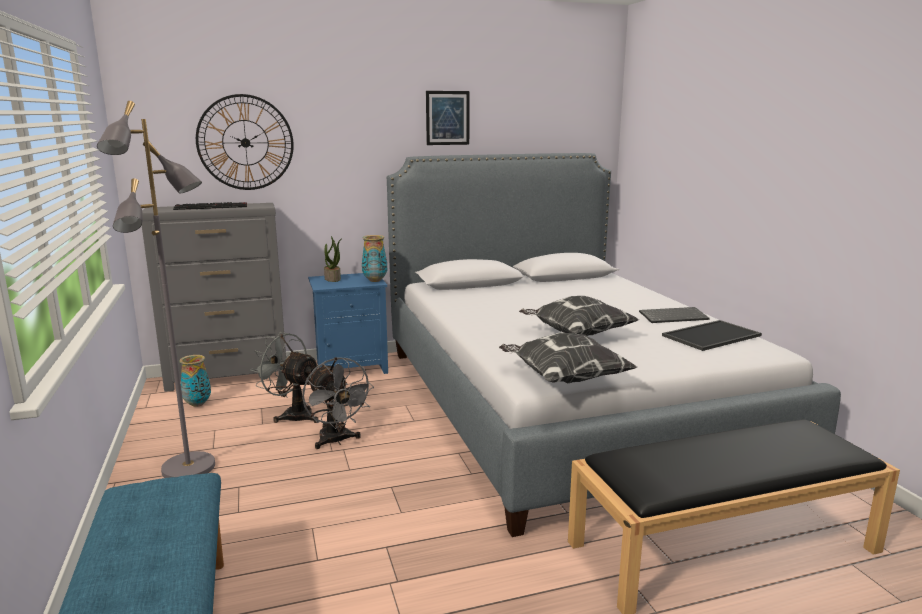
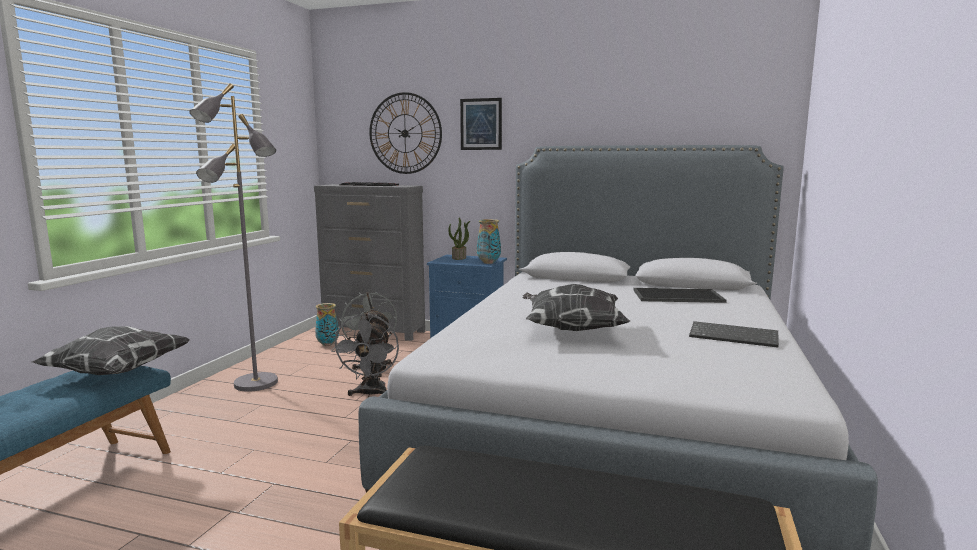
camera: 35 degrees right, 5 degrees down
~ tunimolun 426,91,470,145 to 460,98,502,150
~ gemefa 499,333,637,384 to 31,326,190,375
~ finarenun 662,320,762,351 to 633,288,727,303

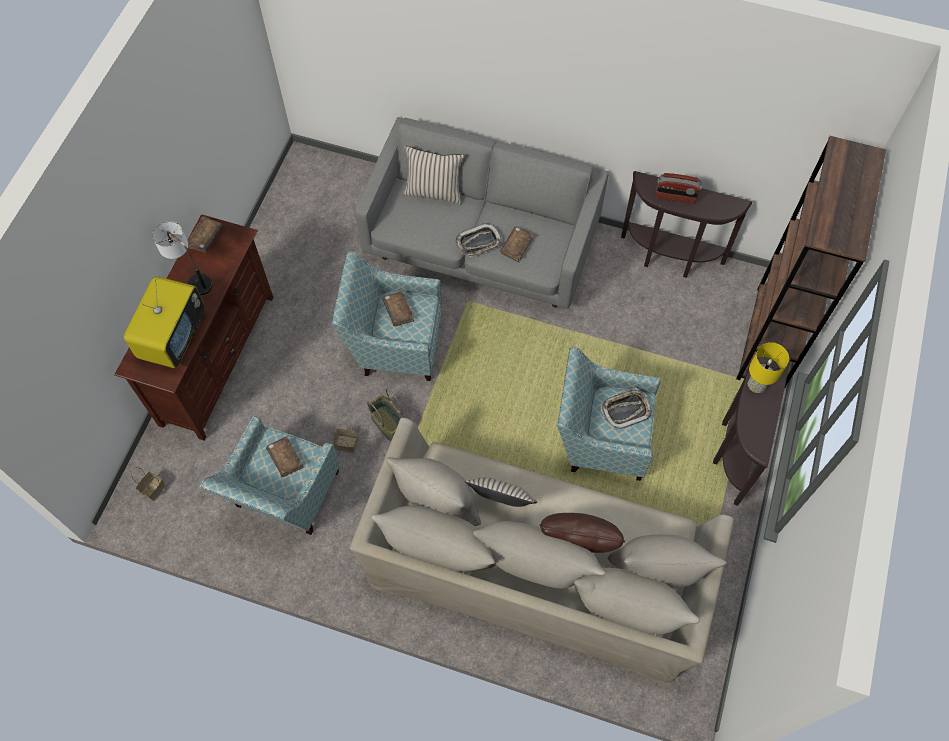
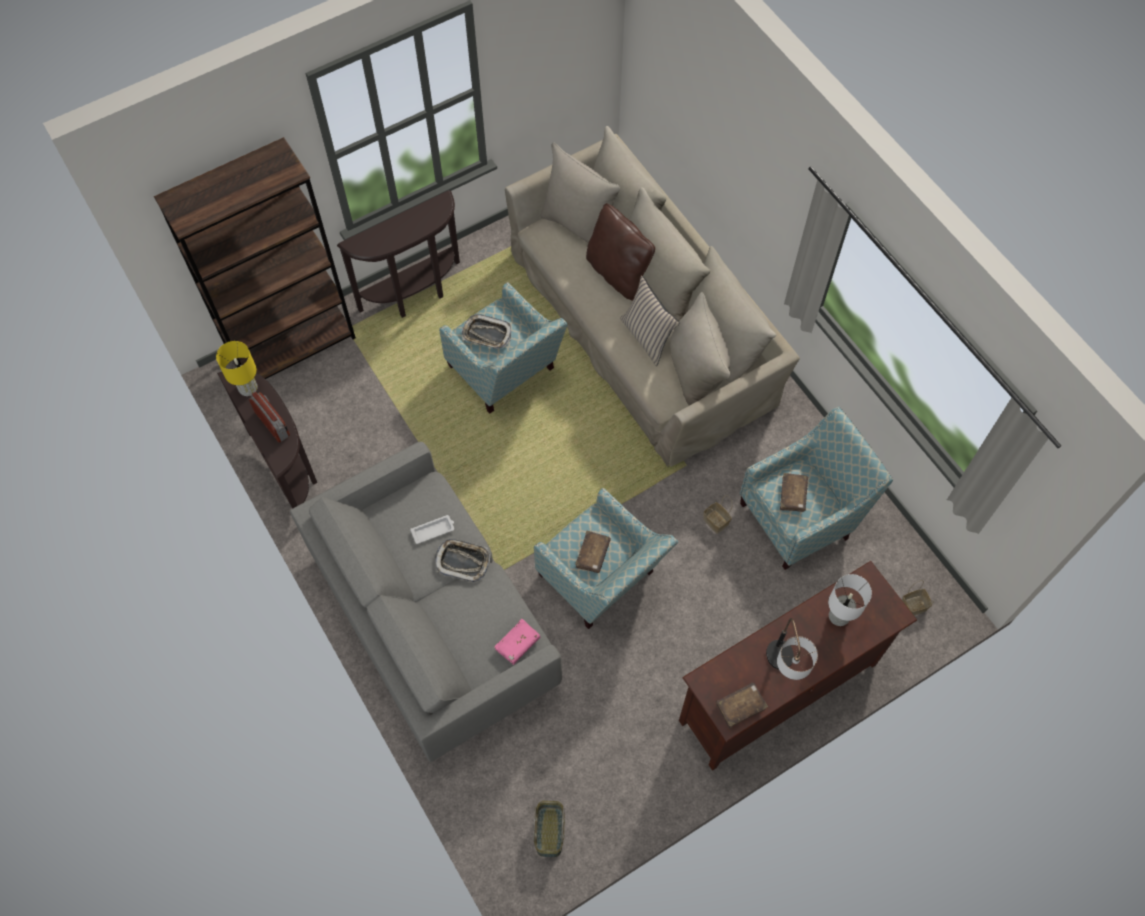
camera: 140 degrees left, 0 degrees up
~ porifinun 124,277,205,368 to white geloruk 828,574,872,626
~ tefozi 367,389,404,441 to 533,801,565,857
- beige gemefa 403,146,465,205
~ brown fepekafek 500,227,533,262 to white finarenun 410,515,454,544
~ yellow geloruk 748,342,789,393 to 216,341,258,396
+ pink fepekafek 494,619,540,665

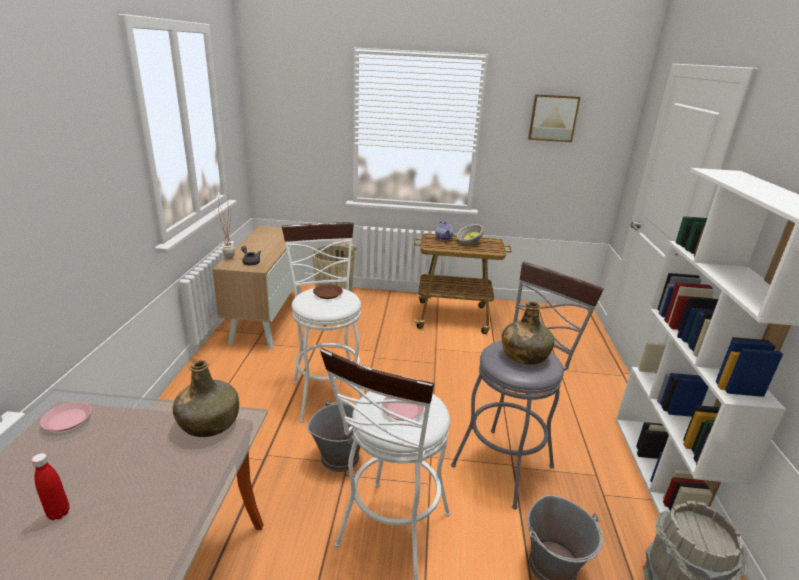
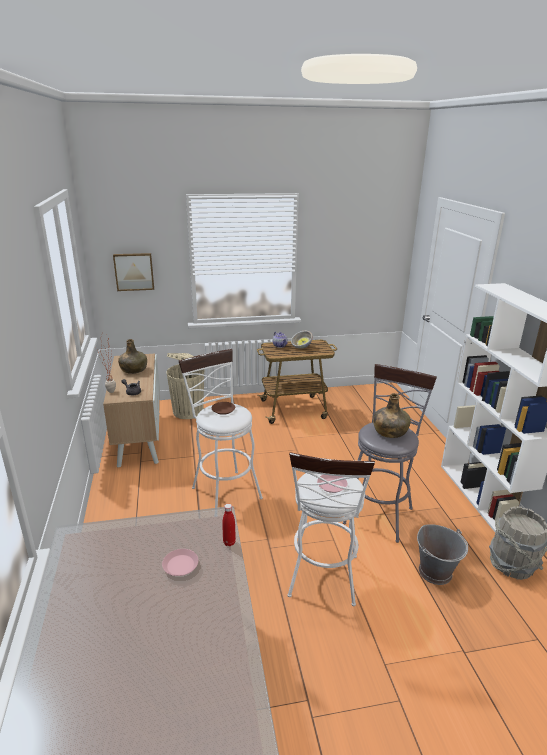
camera: 15 degrees left, 0 degrees up
~ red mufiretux 31,453,69,520 to 222,504,236,546
~ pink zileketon 40,402,92,431 to 162,549,198,576
~ green mufiretux 173,360,239,437 to 118,339,147,374
- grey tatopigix 307,400,360,472
~ tunimolun 528,94,580,142 to 113,253,154,291

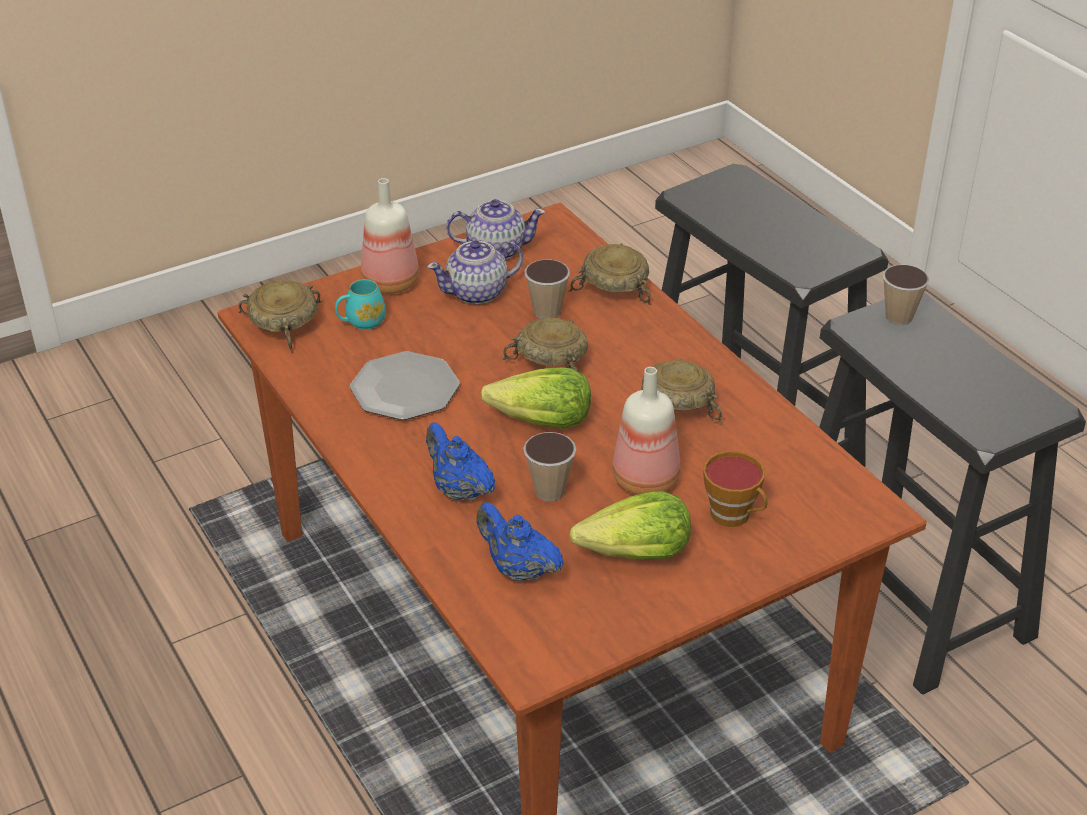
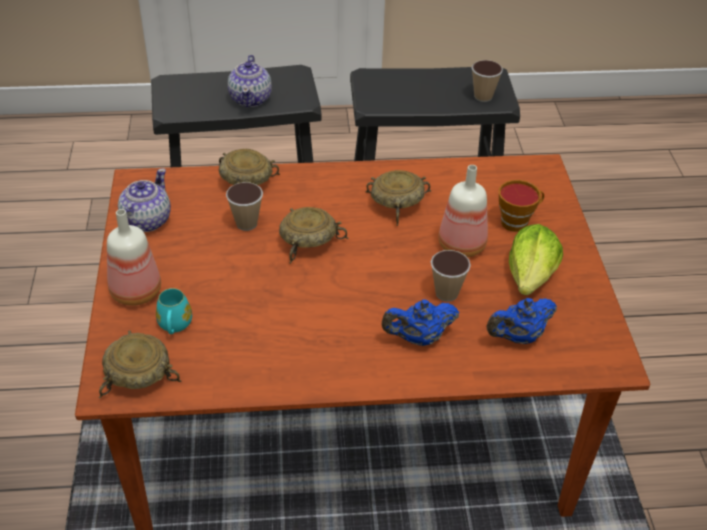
camera: 65 degrees left, 5 degrees up
- zileketon 350,351,460,420
~ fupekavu 427,240,523,305 to 228,55,272,107
- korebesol 481,367,591,429
~ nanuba 883,264,929,325 to 472,60,503,102

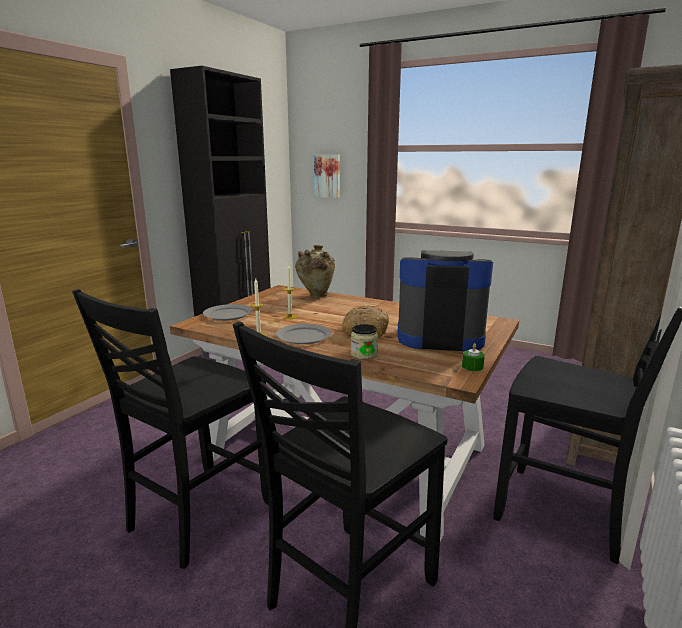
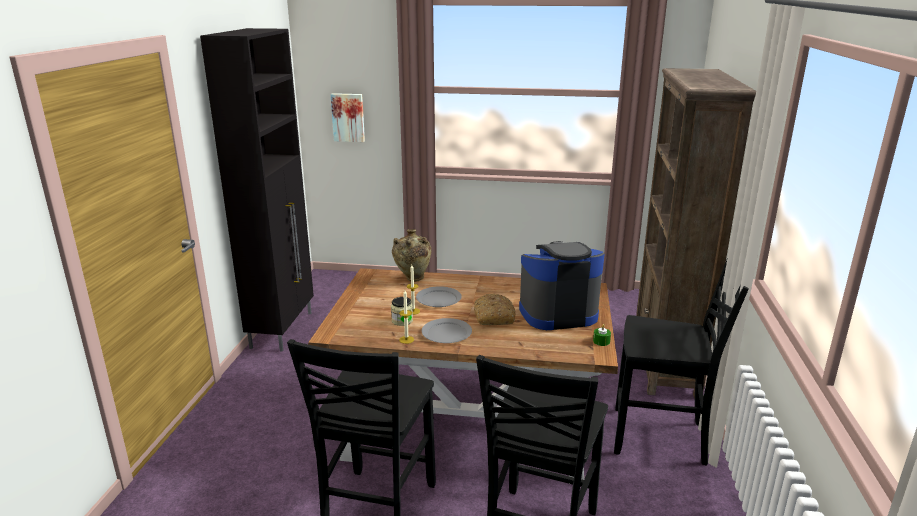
camera: 20 degrees left, 5 degrees up
~ grey zileketon 203,304,253,321 to 416,286,462,307
~ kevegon 351,324,378,359 to 391,297,413,326

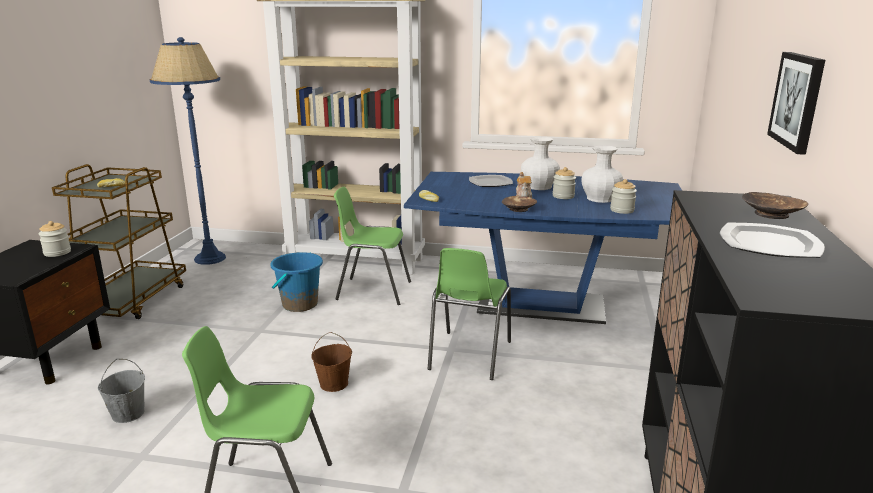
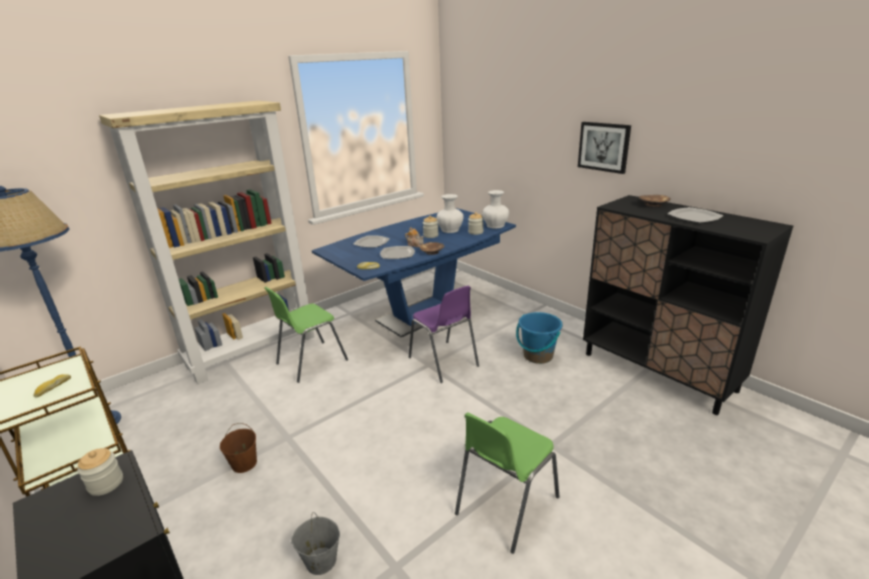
camera: 50 degrees left, 5 degrees up
~ blue tatopigix 270,252,323,312 to 516,312,563,364
~ brown tatopigix 311,332,352,392 to 220,423,257,473
~ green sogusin 428,248,511,380 to purple sogusin 409,286,479,383
~ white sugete 521,137,560,190 to 482,190,509,228
+ zileketon 380,246,415,259

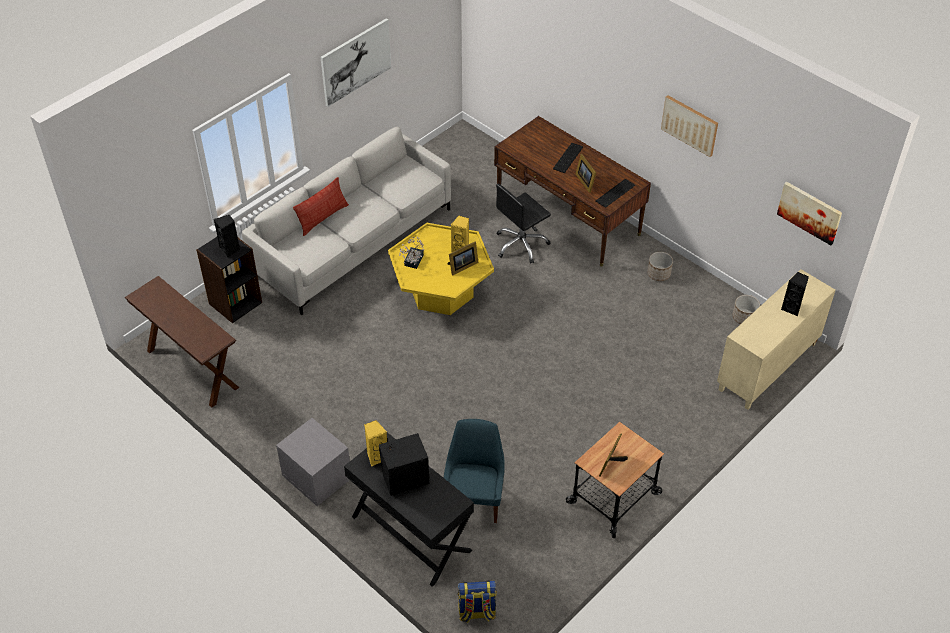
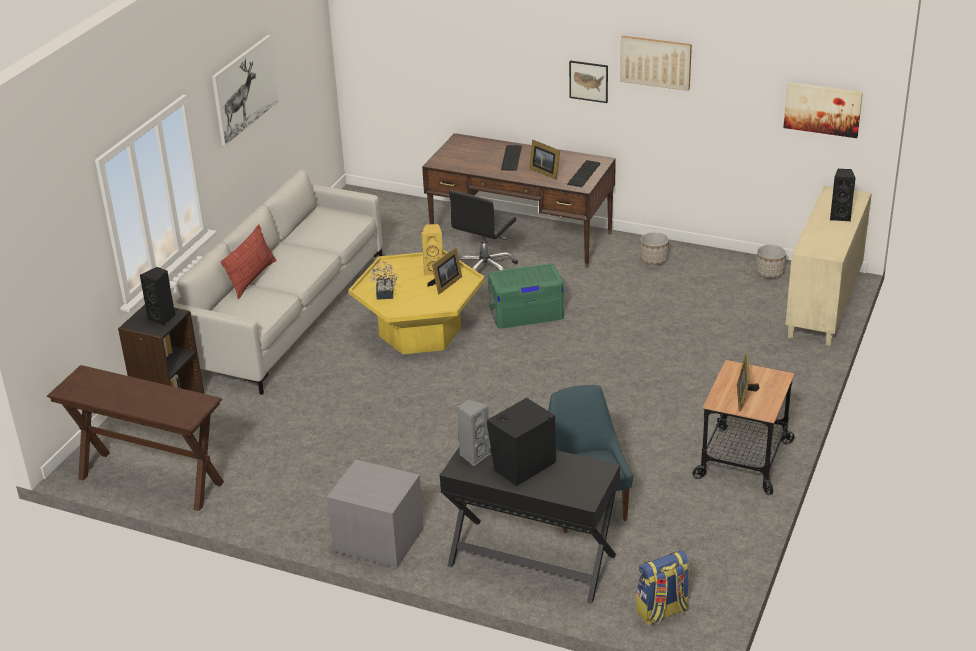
camera: 20 degrees left, 15 degrees down
~ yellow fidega 364,420,387,467 to grey fidega 457,398,491,466
+ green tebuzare 488,263,564,329
+ tunimolun 569,61,608,103

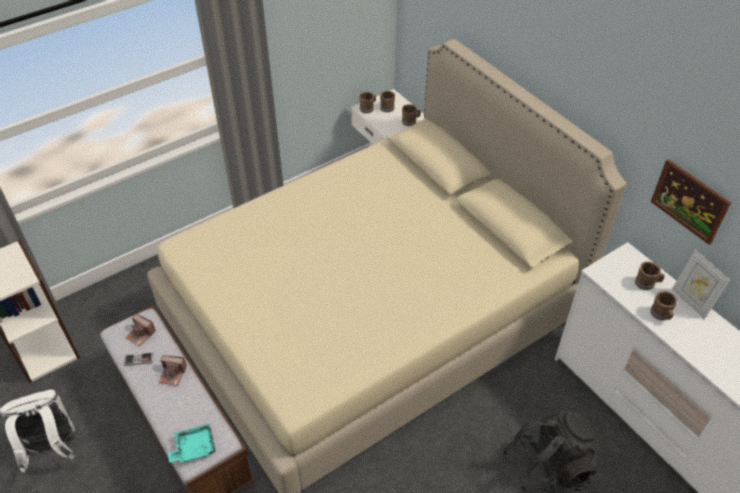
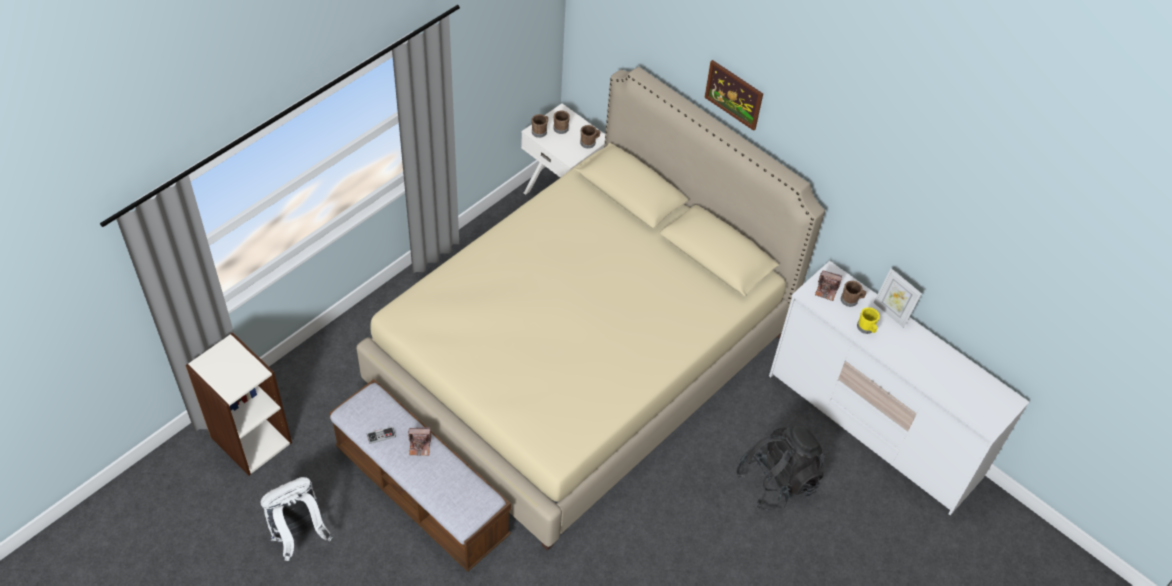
camera: 15 degrees left, 5 degrees up
~ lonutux 125,314,156,346 to 815,270,842,301
- turquoise finarenun 168,423,216,463
~ tunimolun 650,159,731,245 to 704,60,763,131
~ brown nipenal 650,291,677,321 to yellow nipenal 857,307,880,334

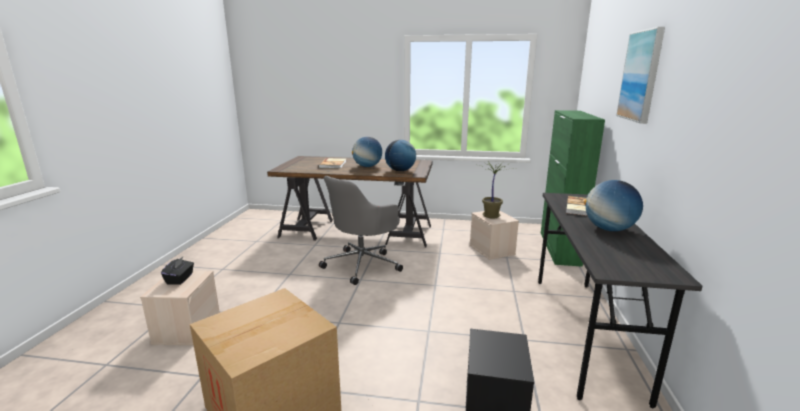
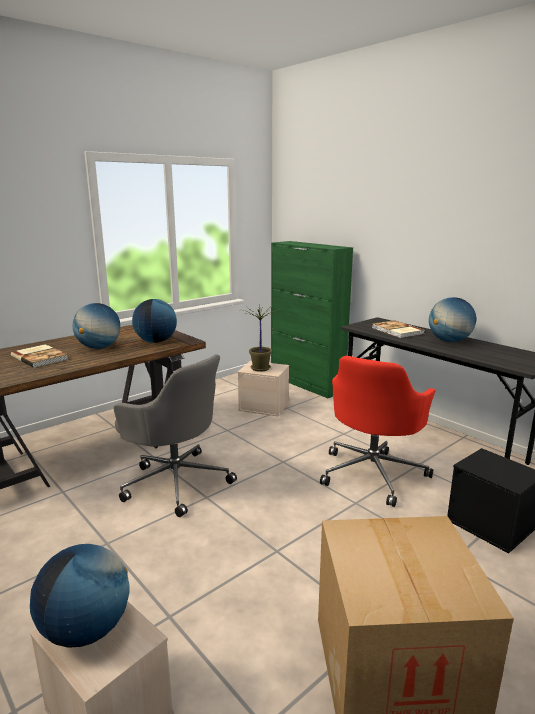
camera: 50 degrees left, 0 degrees up
~ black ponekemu 161,257,194,285 to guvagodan 30,544,130,647
~ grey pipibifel 319,176,403,285 = 114,354,237,517 45 degrees counterclockwise
- tunimolun 616,27,665,124
+ red pipibifel 320,356,436,507

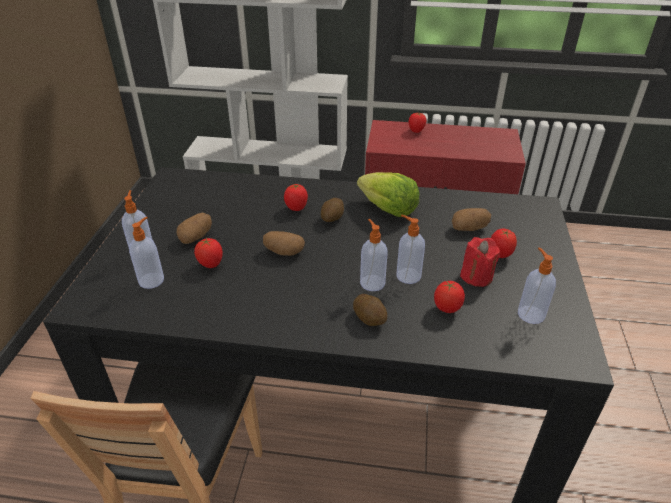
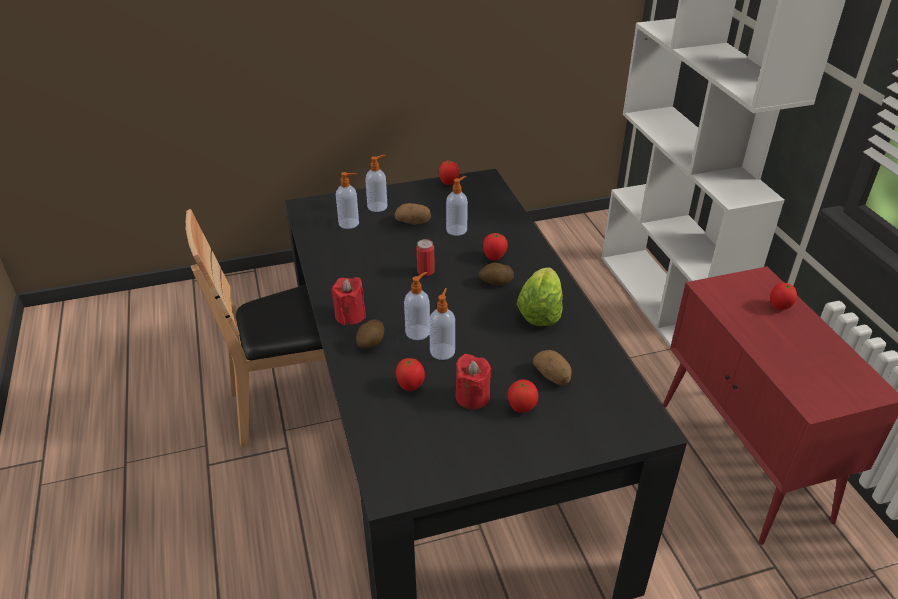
camera: 65 degrees right, 0 degrees up
~ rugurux 194,238,223,268 to 439,161,459,185
~ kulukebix 263,231,305,256 to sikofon 416,239,435,276
~ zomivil 518,247,556,324 to 446,176,468,236
+ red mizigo 331,277,366,325

